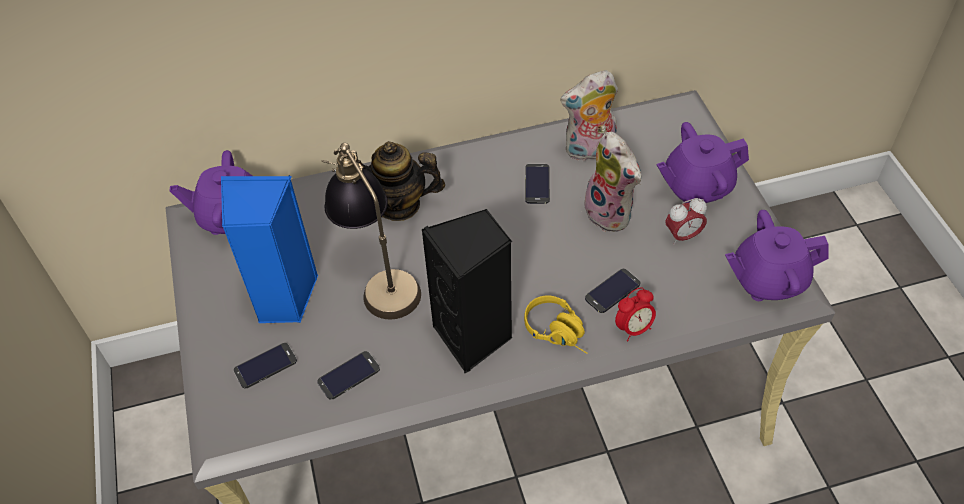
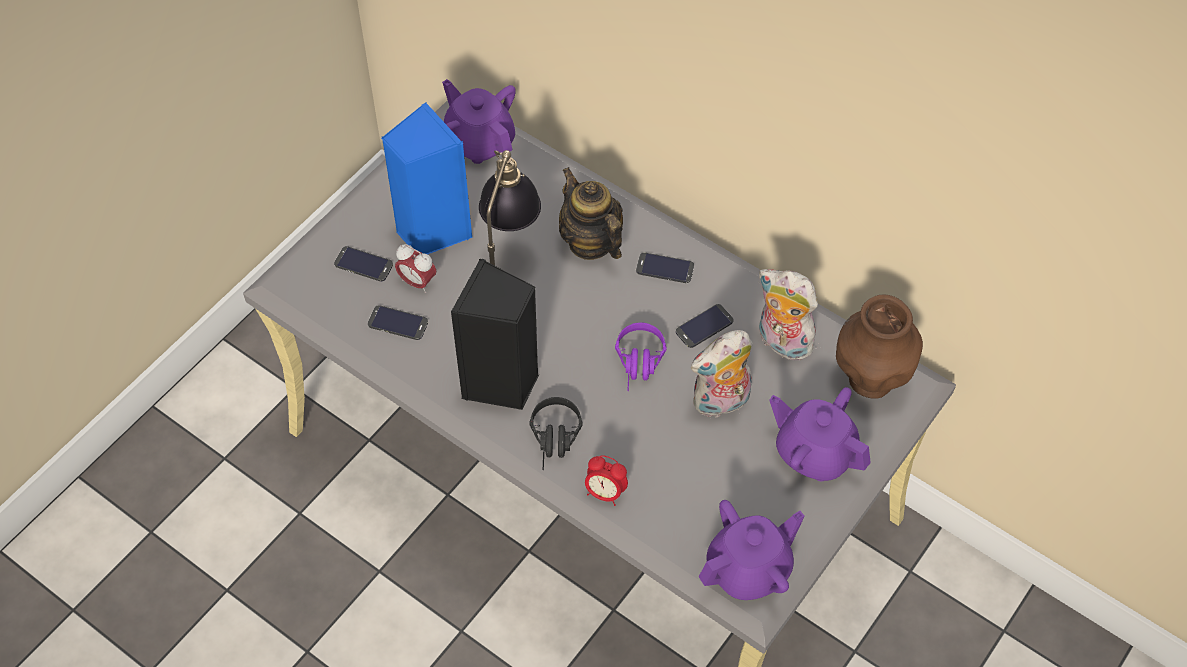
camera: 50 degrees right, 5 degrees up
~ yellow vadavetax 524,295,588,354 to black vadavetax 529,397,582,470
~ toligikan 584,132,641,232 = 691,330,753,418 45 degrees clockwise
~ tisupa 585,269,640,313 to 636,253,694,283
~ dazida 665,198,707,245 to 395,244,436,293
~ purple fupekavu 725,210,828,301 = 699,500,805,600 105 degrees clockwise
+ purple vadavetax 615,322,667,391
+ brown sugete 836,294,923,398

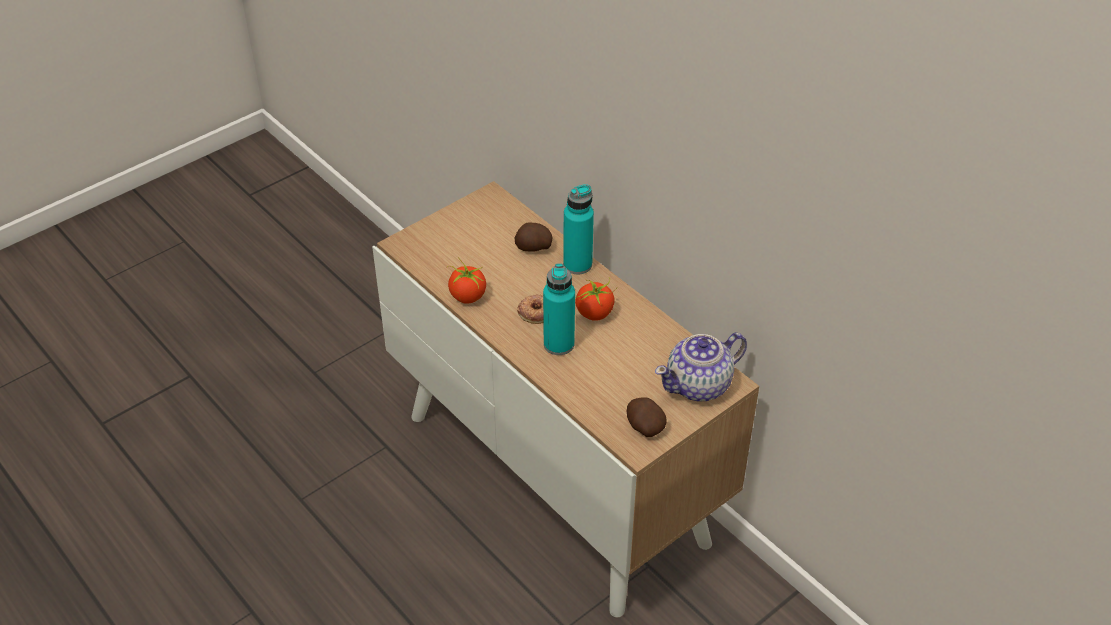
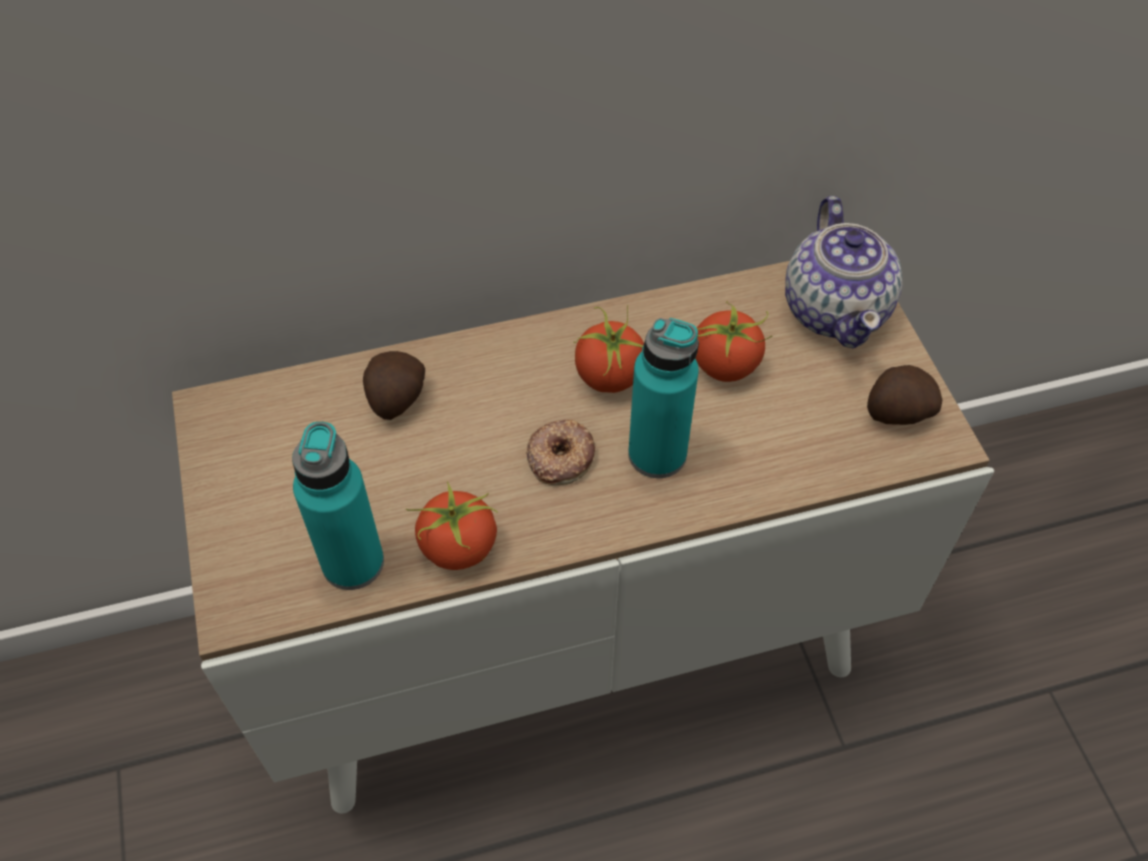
camera: 65 degrees left, 10 degrees up
~ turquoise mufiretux 563,184,594,274 to 292,422,384,590
+ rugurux 695,301,772,382

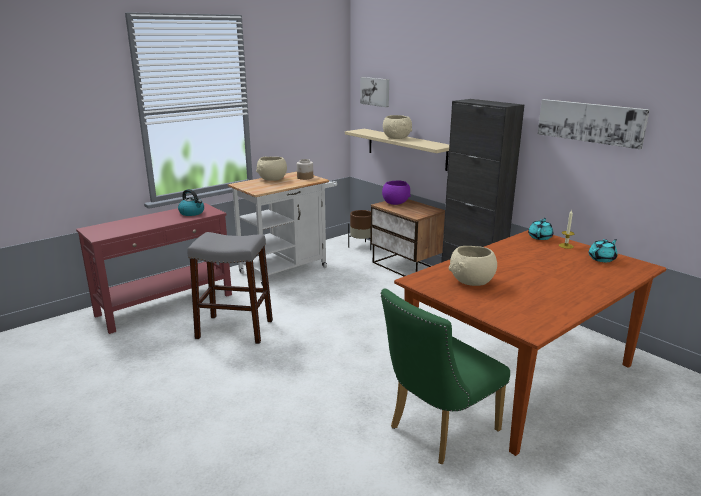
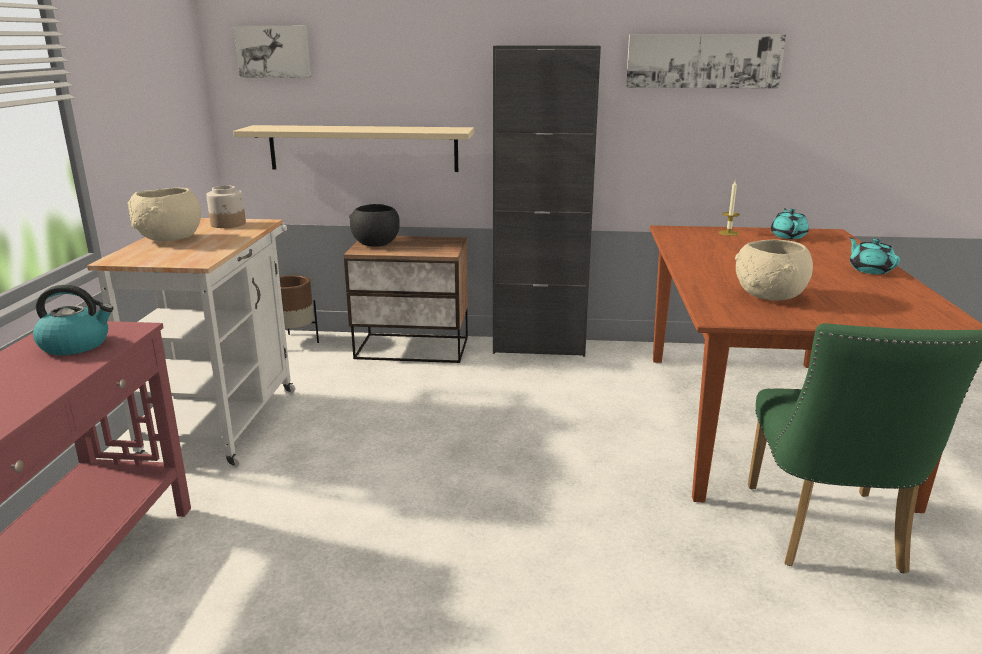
camera: 45 degrees left, 0 degrees up
- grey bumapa 187,232,273,344
~ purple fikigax 382,180,411,205 to black fikigax 349,204,400,247
- beige fikigax 383,115,412,139
~ turquoise fupekavu 528,218,553,240 to 849,237,900,274

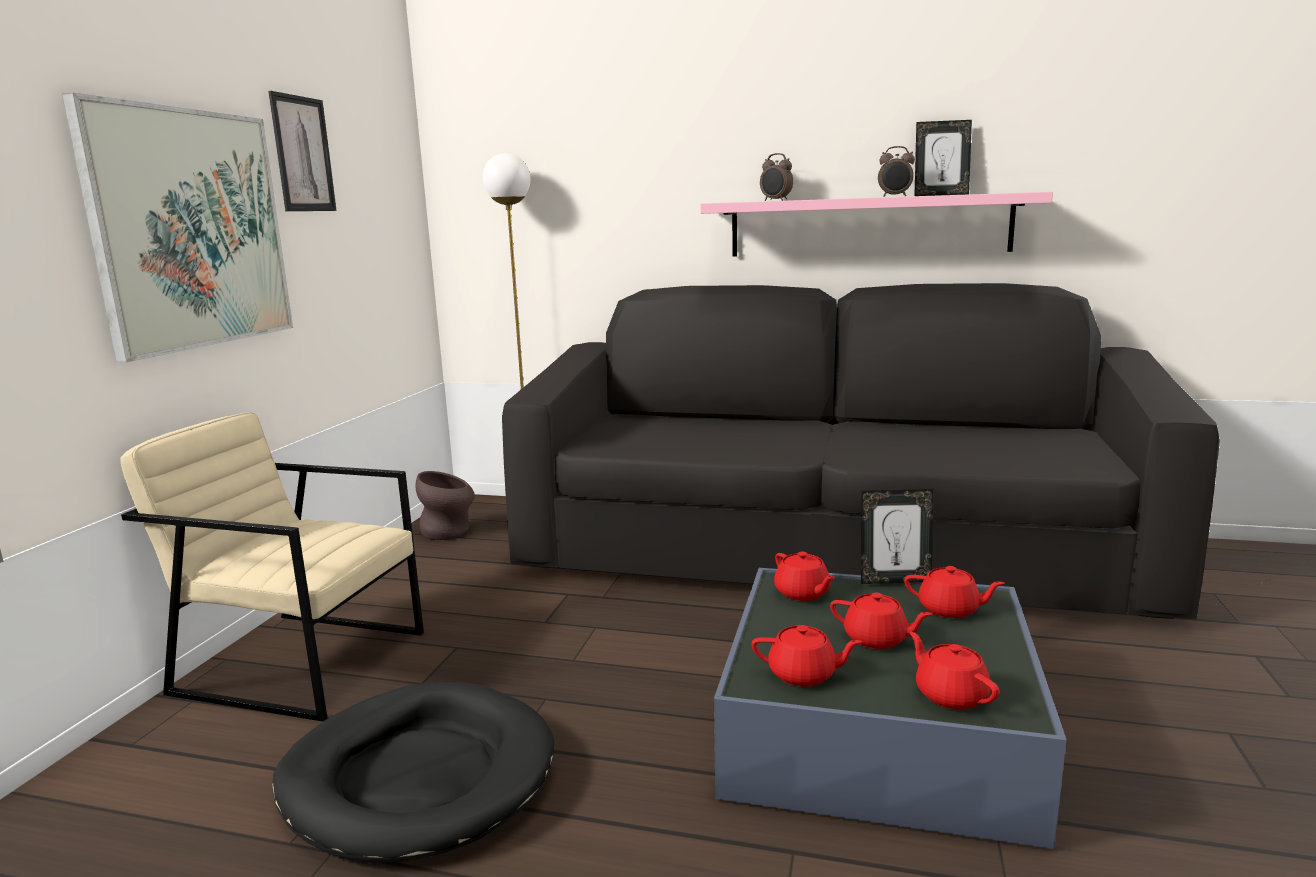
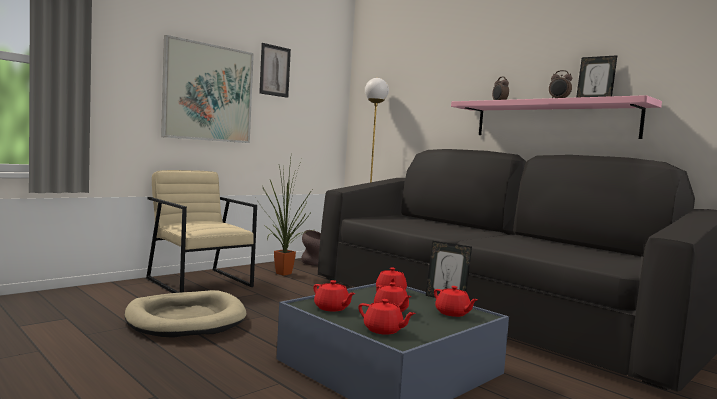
camera: 30 degrees right, 10 degrees down
~ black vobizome 272,682,554,863 to beige vobizome 125,290,246,338
~ red fupekavu 909,632,999,710 = 358,299,416,335 120 degrees clockwise
+ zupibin 257,159,313,276

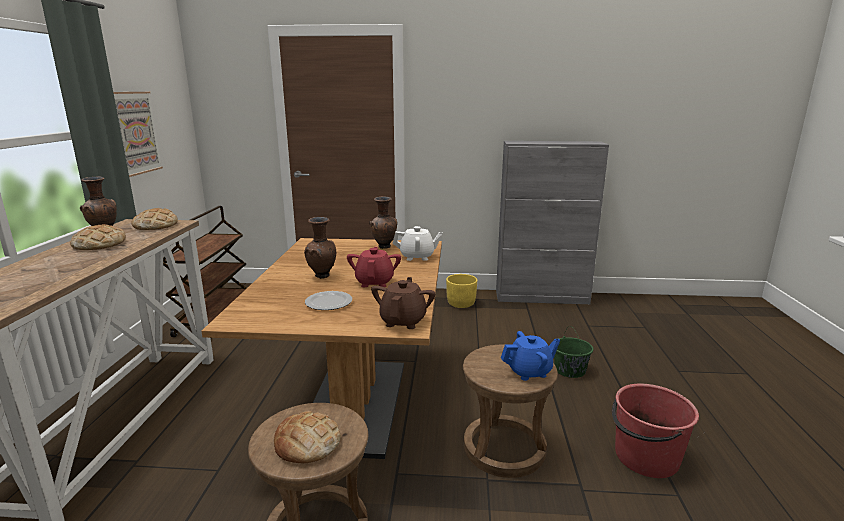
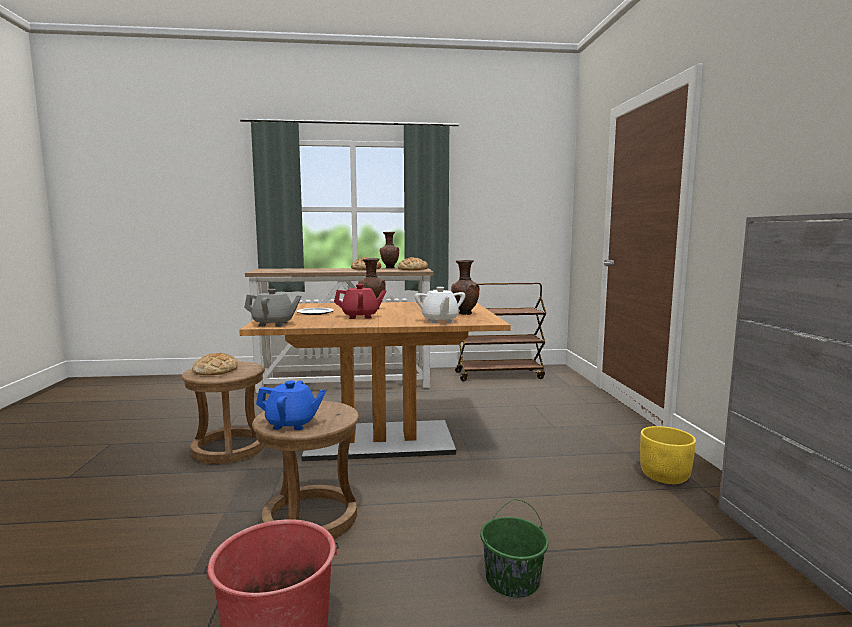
camera: 80 degrees right, 10 degrees down
- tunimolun 113,92,163,177
~ brown fupekavu 371,277,435,329 to grey fupekavu 244,289,302,327
~ blue fupekavu 501,331,560,381 = 256,380,326,430 60 degrees counterclockwise

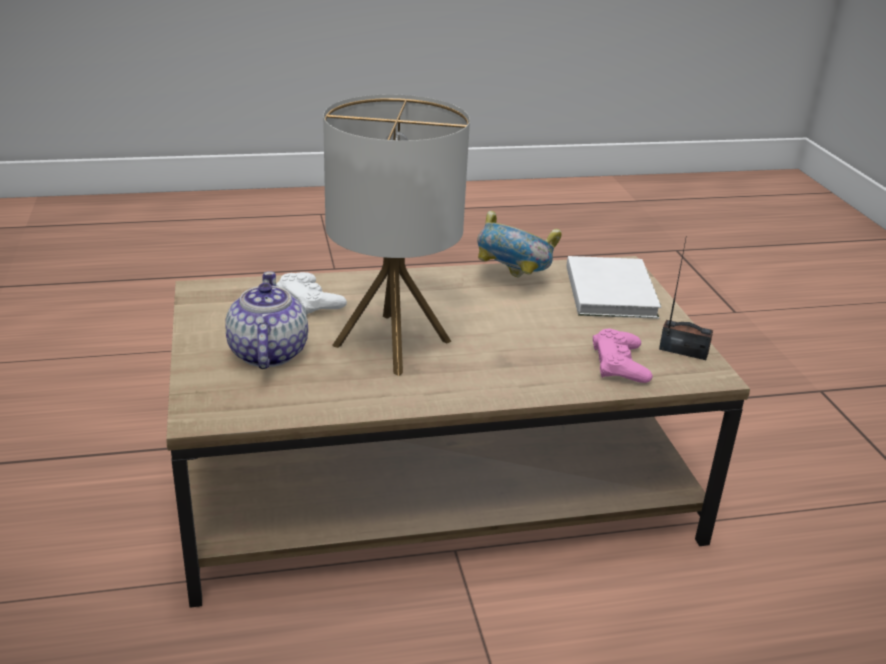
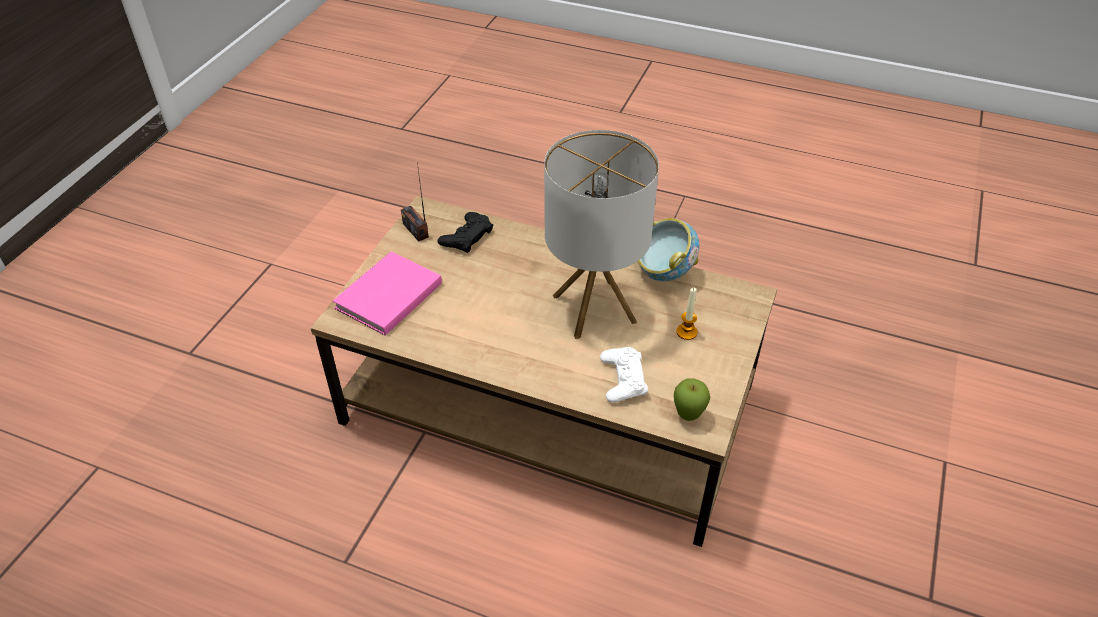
camera: 145 degrees left, 15 degrees up
~ fupekavu 225,271,308,369 to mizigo 676,287,697,340
~ fikigax 477,211,562,277 to 638,218,699,281
~ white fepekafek 567,256,661,319 to pink fepekafek 333,252,442,335
~ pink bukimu 593,329,653,383 to black bukimu 437,212,493,253
+ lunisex 674,378,710,421

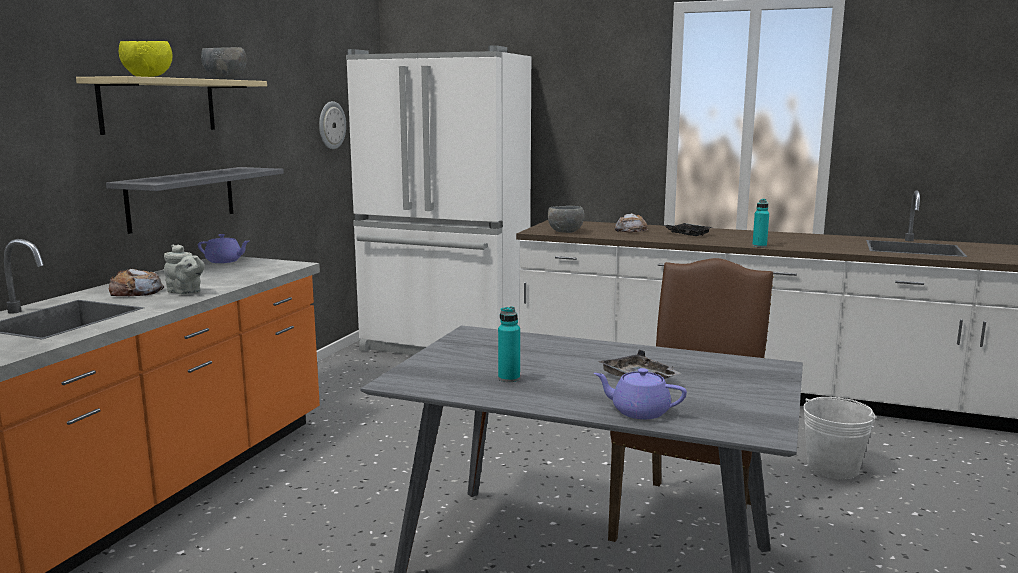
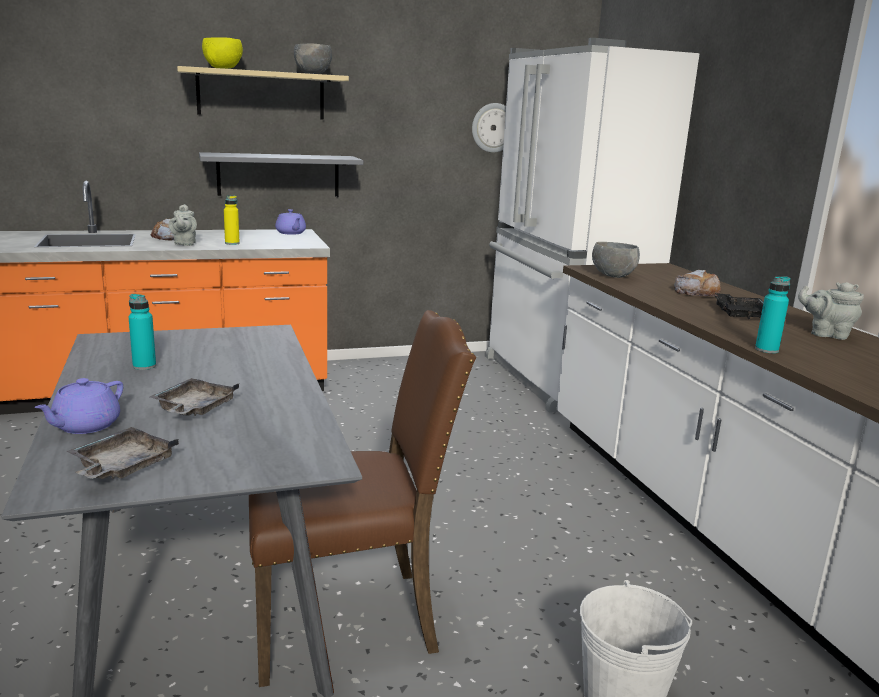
camera: 50 degrees right, 5 degrees up
~ purple fupekavu 594,368,687,419 = 34,378,123,434 135 degrees counterclockwise
+ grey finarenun 66,427,179,479
+ yellow mufiretux 224,196,240,245
+ grey fupekavu 798,282,864,340

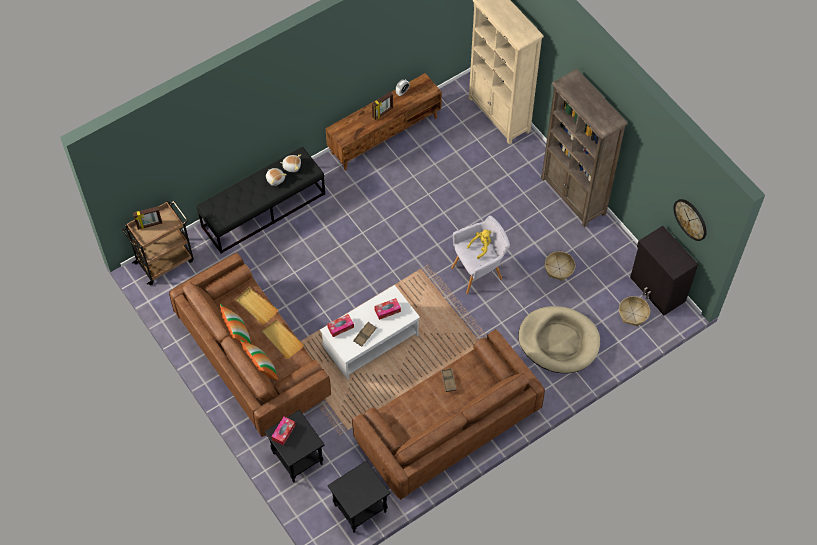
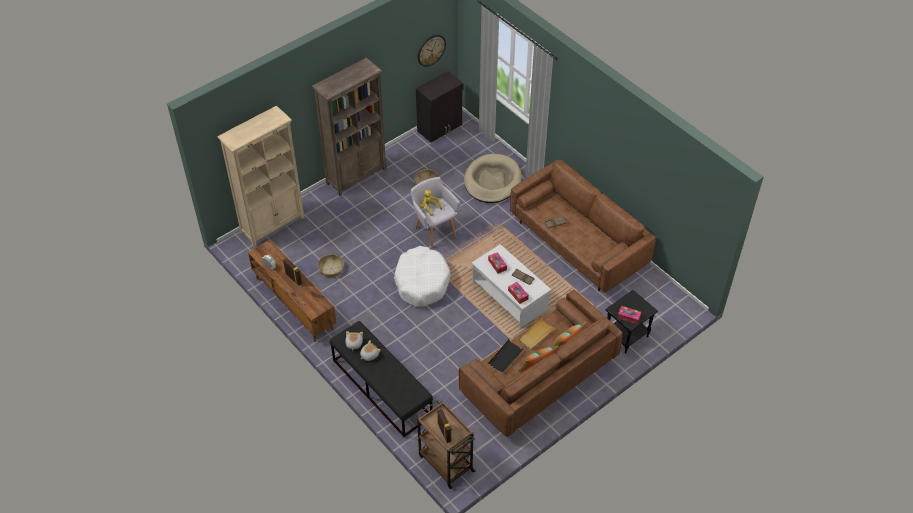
camera: 95 degrees left, 10 degrees down
~ beige finarenun 235,287,278,325 to black finarenun 488,339,525,374
- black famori 328,460,390,533
~ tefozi 619,296,650,326 to 317,254,344,278
+ white vobizome 394,246,450,307

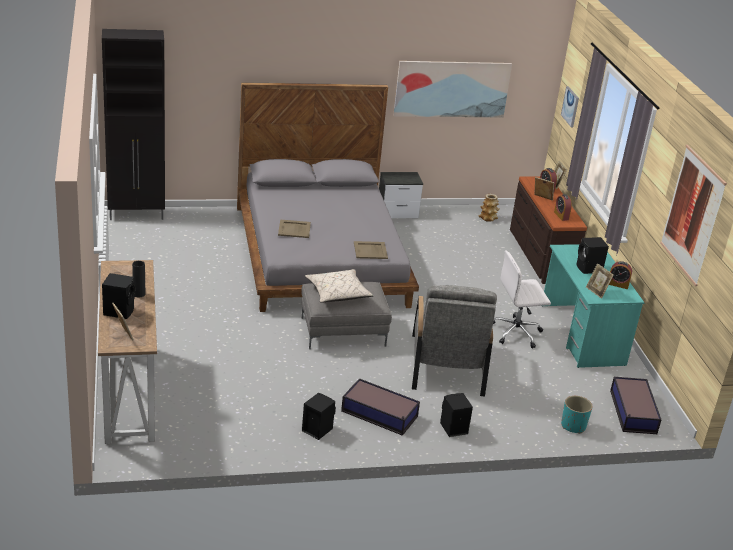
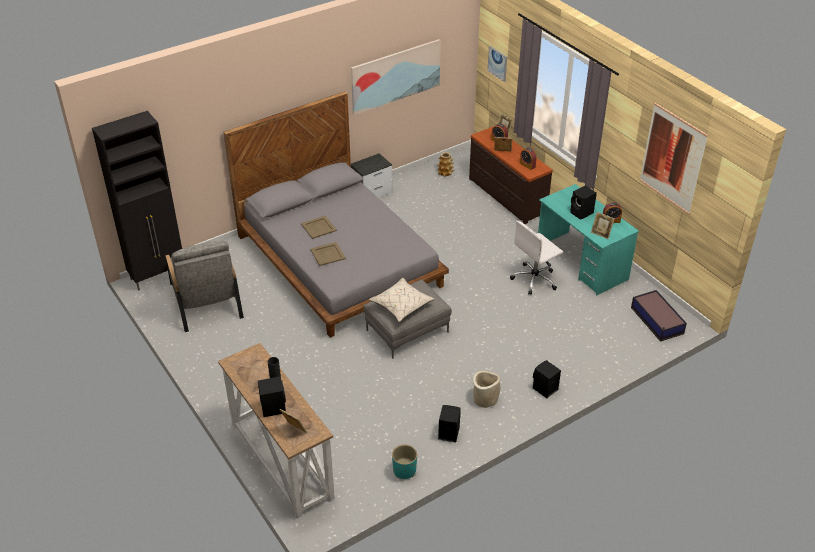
camera: 20 degrees left, 10 degrees up
~ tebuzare 341,378,420,436 to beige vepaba 473,371,500,408
~ beige finarenun 354,241,388,259 to 301,216,337,239
~ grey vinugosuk 412,285,497,396 to 165,241,244,332
~ turquoise vepaba 561,396,593,434 to 392,445,417,479

